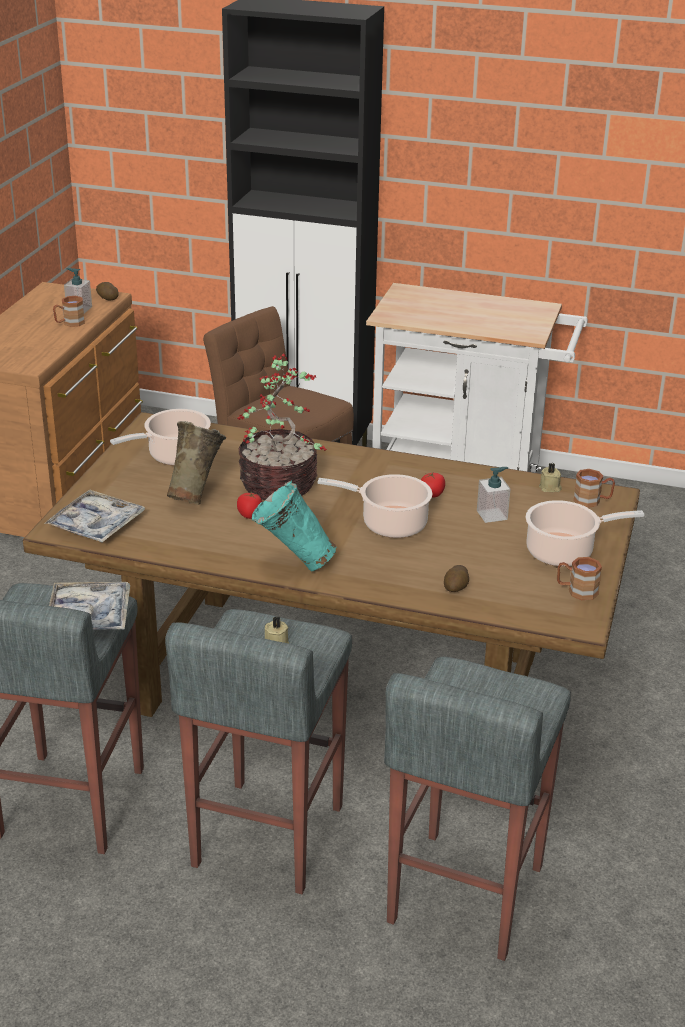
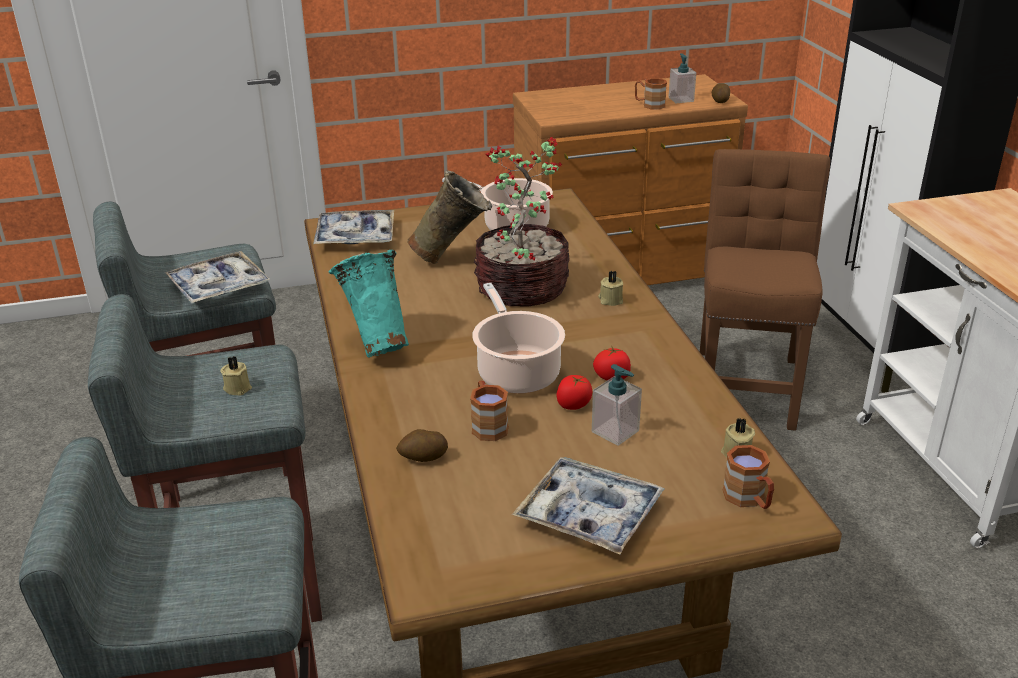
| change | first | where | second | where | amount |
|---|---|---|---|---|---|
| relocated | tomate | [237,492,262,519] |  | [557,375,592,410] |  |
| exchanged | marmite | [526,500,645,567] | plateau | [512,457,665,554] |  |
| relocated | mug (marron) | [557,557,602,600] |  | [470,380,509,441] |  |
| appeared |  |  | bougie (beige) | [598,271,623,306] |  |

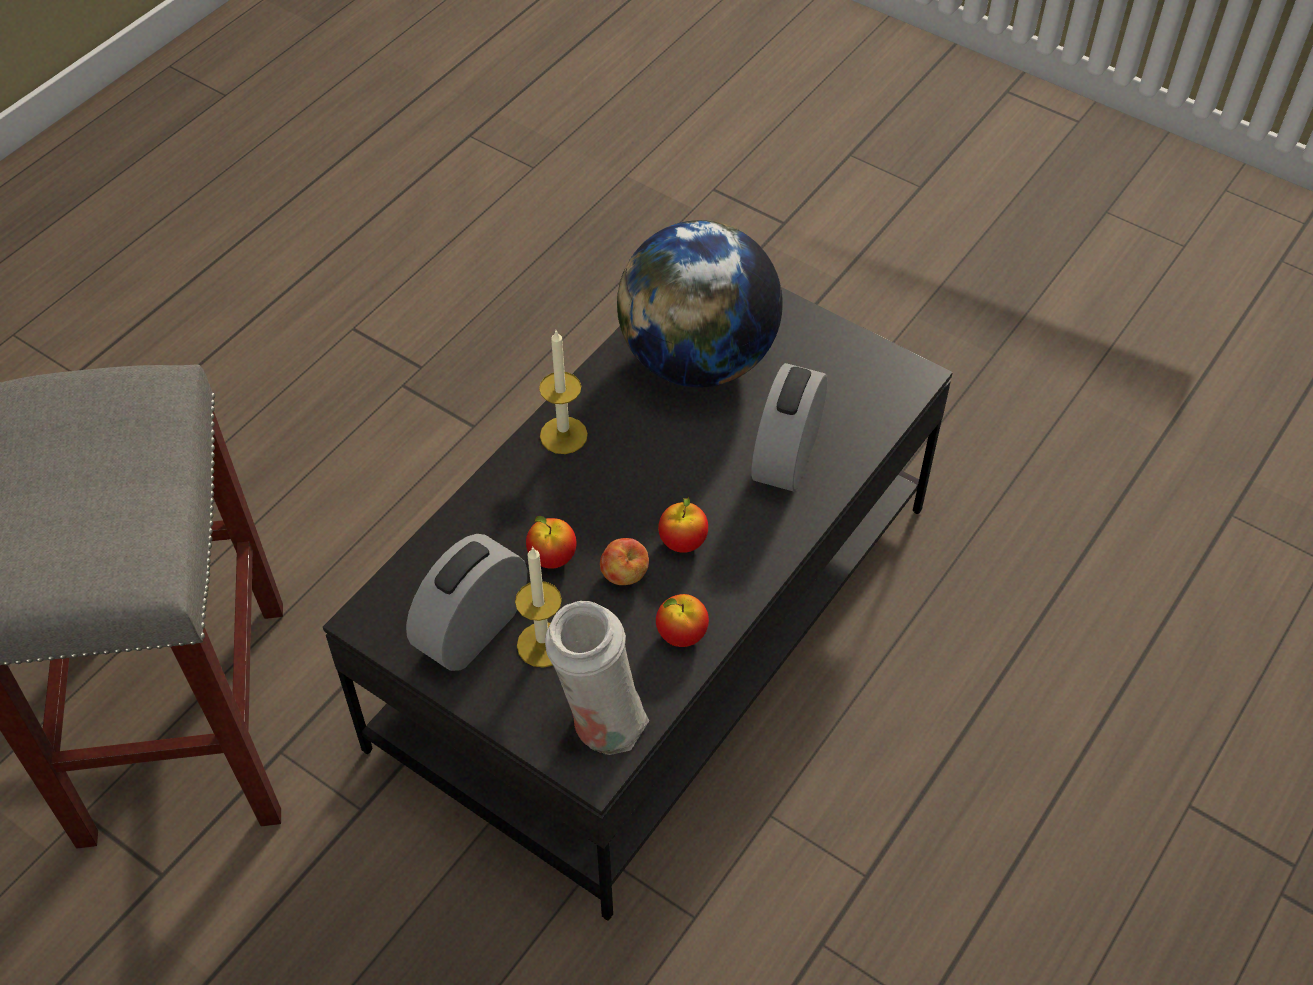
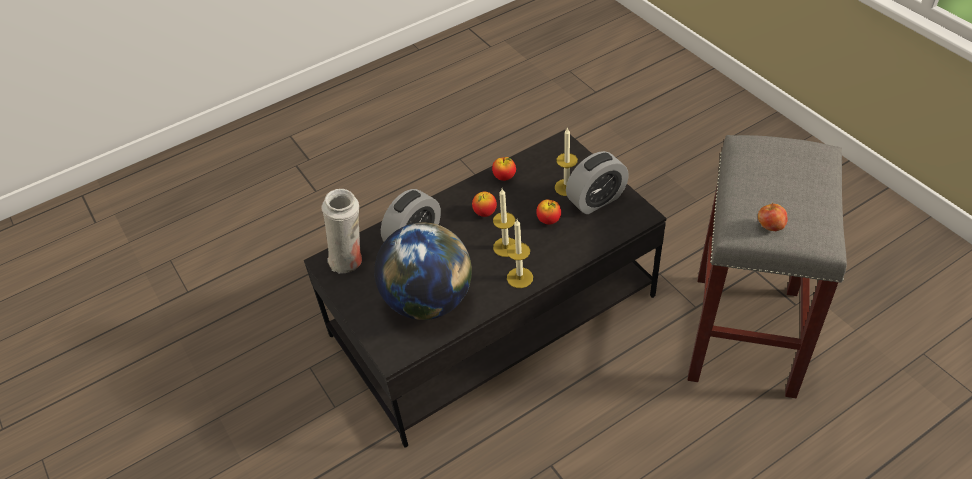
| change | first | where | second | where | amount |
|---|---|---|---|---|---|
| relocated | pomme | [600,538,649,585] |  | [758,203,787,231] |  |
| relocated | vase (blanc) | [545,601,650,755] |  | [322,189,362,273] |  |
| appeared |  |  | bougie | [493,189,515,257] |  |

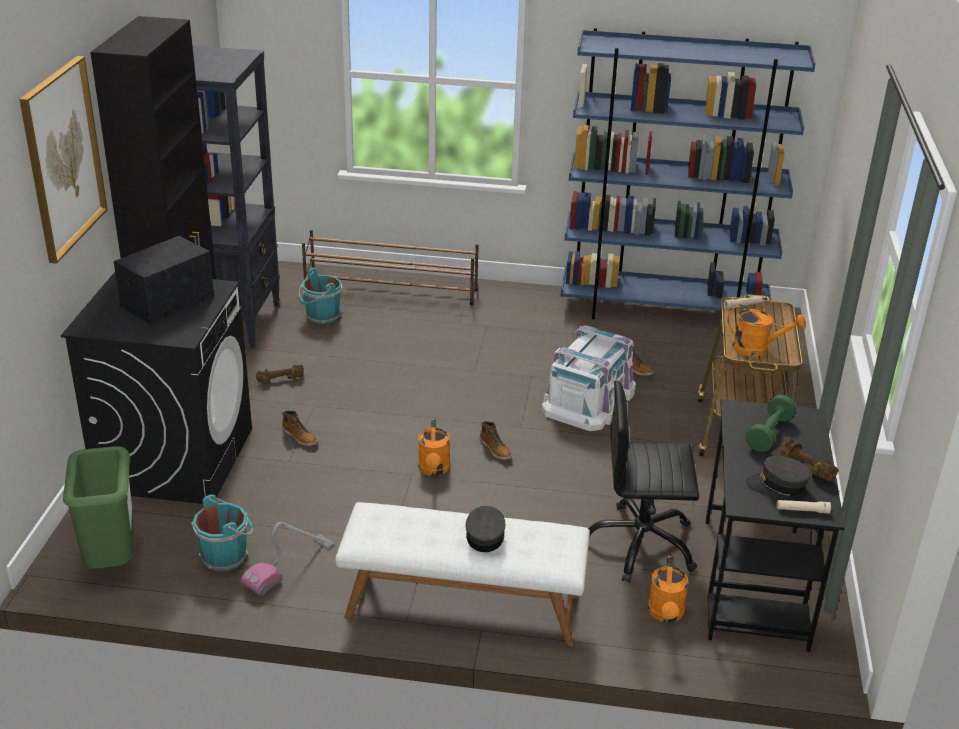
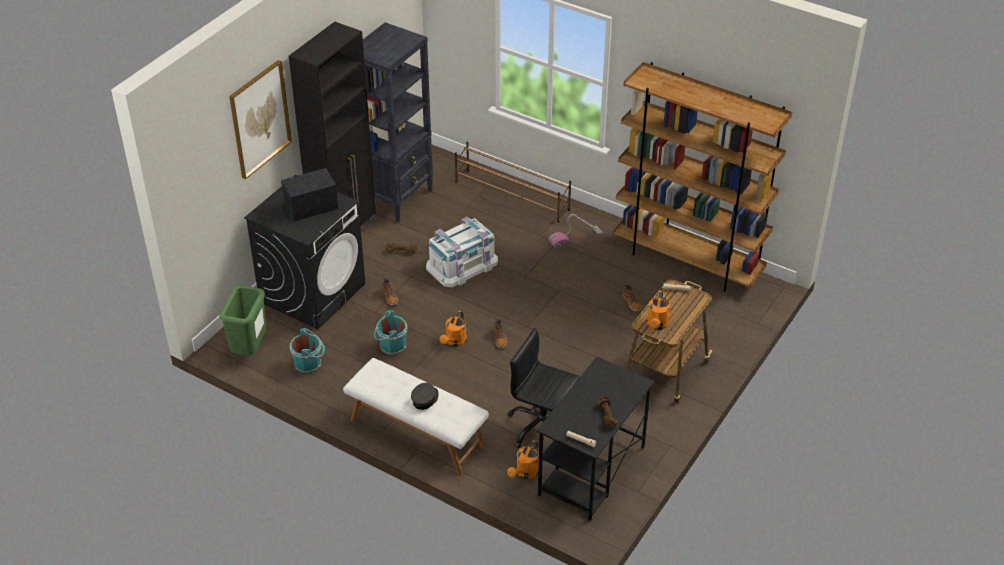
| change | first | where | second | where | amount |
|---|---|---|---|---|---|
| colour | bibliothèque (bleu) | [561,28,816,321] | bibliothèque (marron) | [613,62,792,292] |  |
| relocated | seau (turquoise) | [299,268,344,324] |  | [374,310,407,355] |  |
| spun | arrosoir (orange) | [727,305,806,357] |  | [647,291,670,330] | 60 degrees clockwise |
| relocated | boîte de rangement (blanc) | [541,325,636,431] |  | [426,217,498,287] |  |
| missing | haltère (vert) | [746,395,796,452] |  |  |  |
| missing | casquette (gris) | [745,456,811,497] |  |  |  |
| relocated | aspirateur | [241,522,334,596] |  | [548,214,602,248] |  |

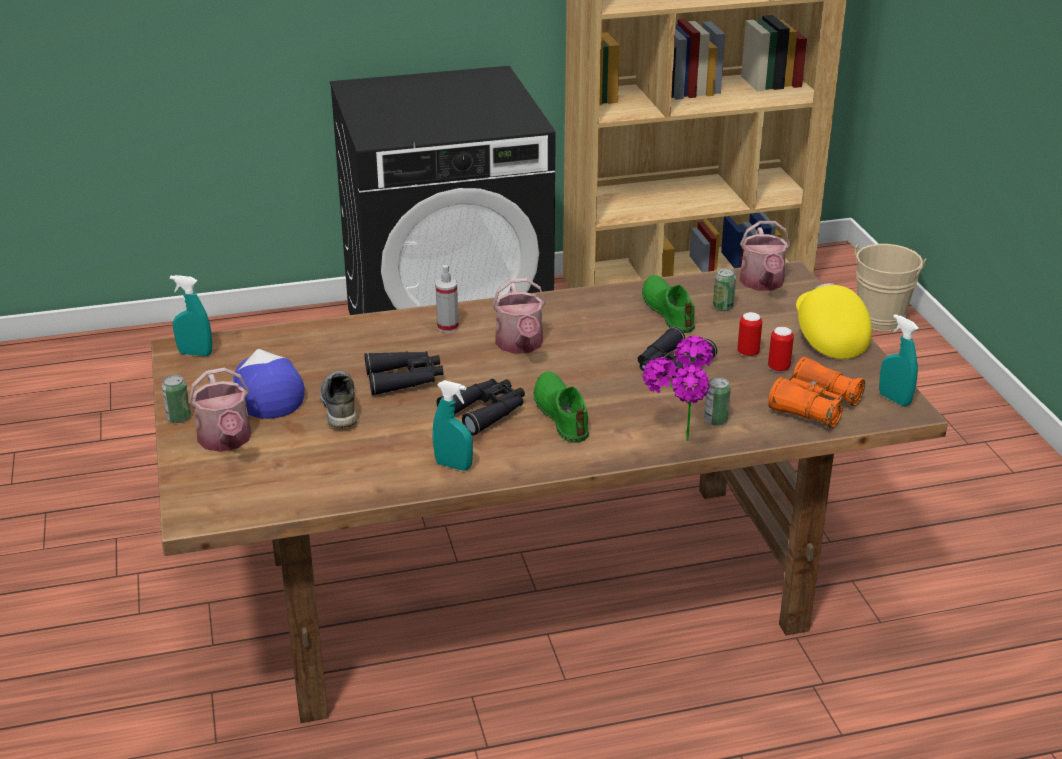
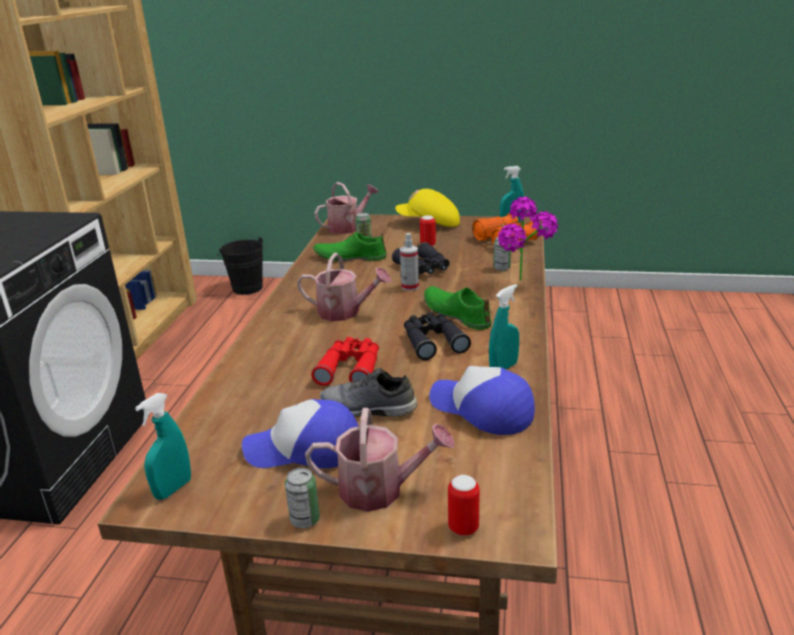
| change | first | where | second | where | amount |
|---|---|---|---|---|---|
| spun | arrosoir | [739,221,790,291] |  | [314,182,379,234] | 60 degrees counterclockwise |
| colour | seau (beige) | [855,244,926,331] | seau (noir) | [217,237,263,295] |  |
| relocated | vaporisateur | [435,265,459,333] |  | [400,233,419,291] |  |
| relocated | boîte métallique | [768,327,794,372] |  | [448,475,480,536] |  |
| colour | jumelles (noir) | [364,351,444,396] | jumelles (rouge) | [312,337,379,386] |  |
| spun | chaussure (vert) | [533,371,589,443] |  | [424,286,491,330] | 45 degrees clockwise |
| appeared |  |  | casquette | [429,366,535,435] |  |

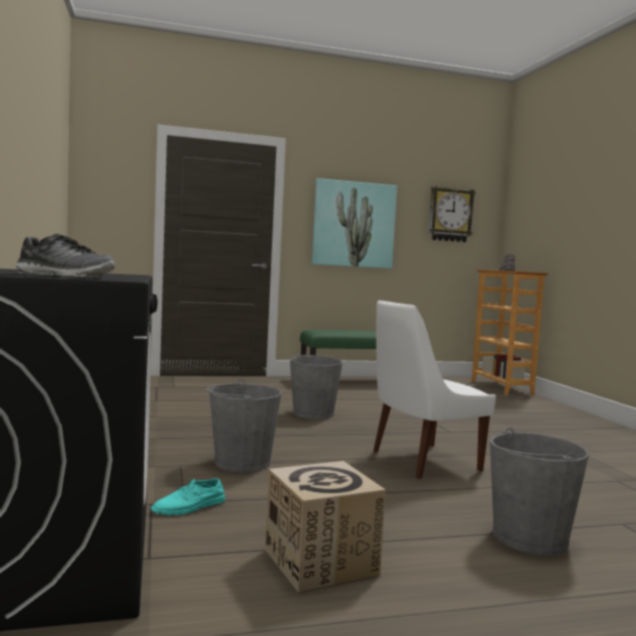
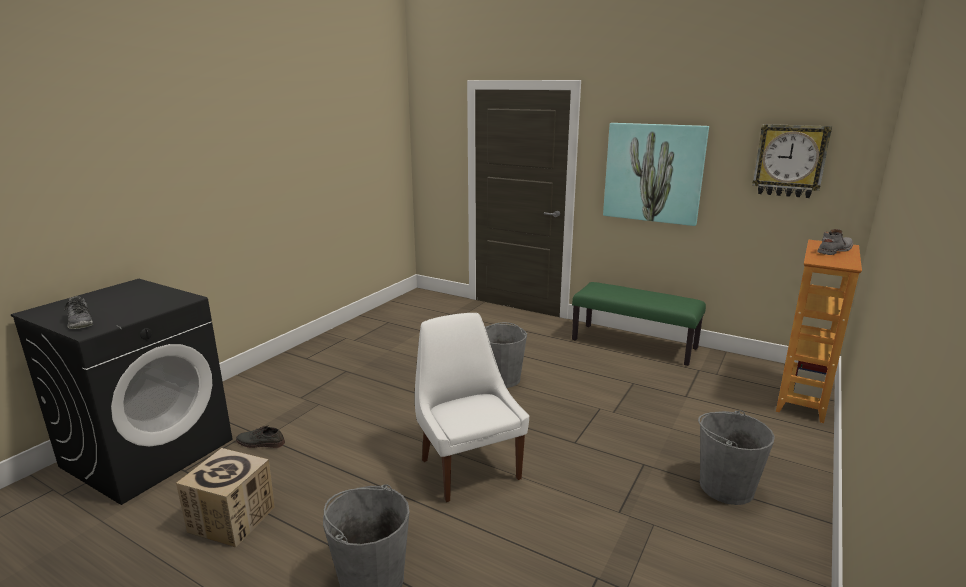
| change | first | where | second | where | amount |
|---|---|---|---|---|---|
| spun | chaise (blanc) | [373,300,496,479] |  | [415,313,529,502] | 45 degrees clockwise |
| relocated | seau (gris) | [207,380,282,473] |  | [698,410,775,505] |  |
| colour | chaussure (turquoise) | [151,478,225,515] | chaussure (gris) | [236,425,285,448] |  |

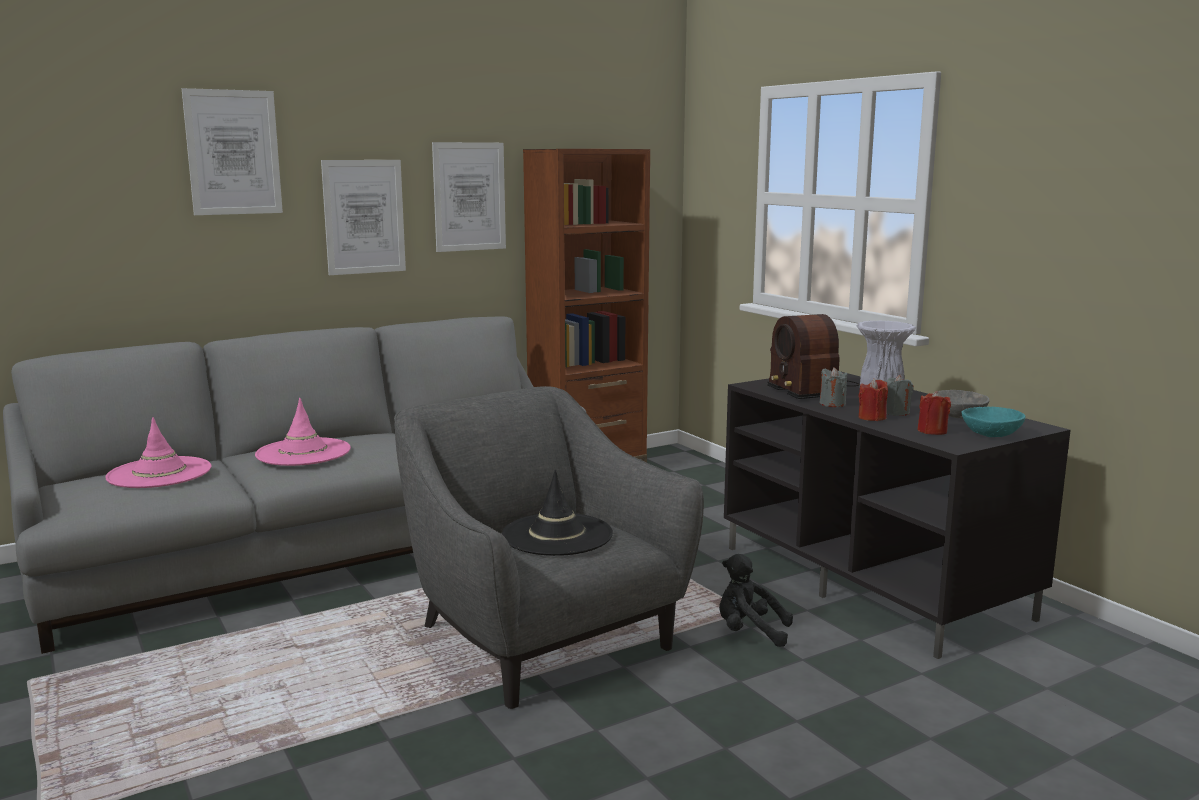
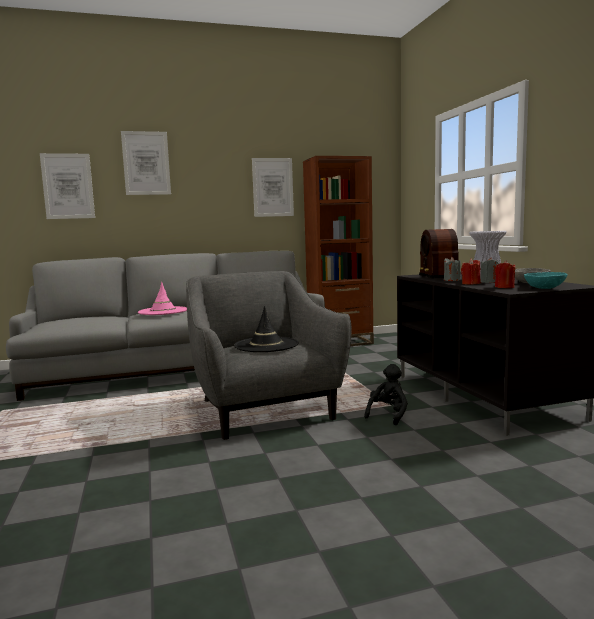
| change | first | where | second | where | amount |
|---|---|---|---|---|---|
| relocated | tableau | [321,160,406,275] |  | [40,153,95,219] |  |
| missing | chapeau (rose) | [106,417,211,488] |  |  |  |
| spun | peluche (noir) | [719,554,793,647] |  | [364,364,408,426] | 90 degrees clockwise |

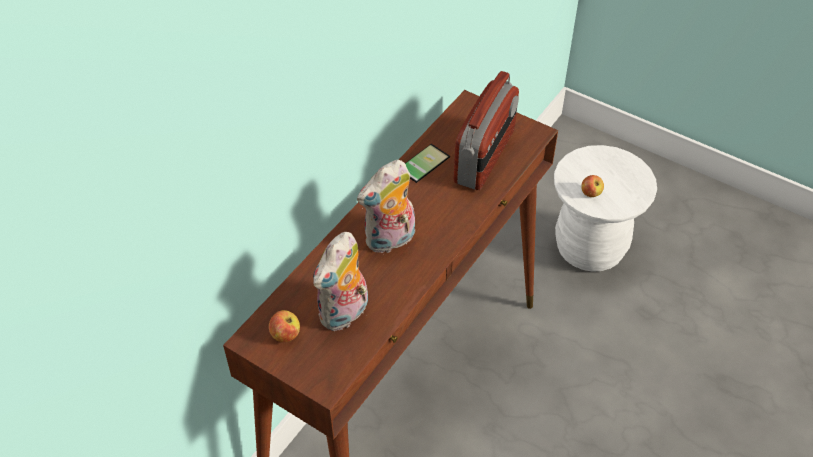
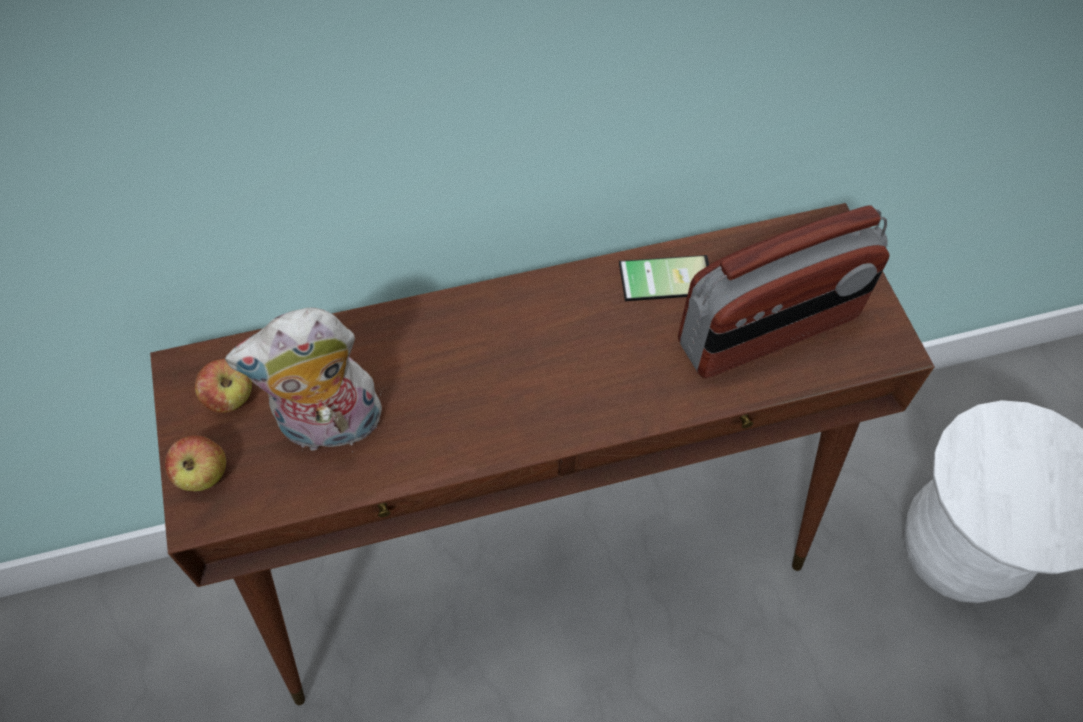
| change | first | where | second | where | amount |
|---|---|---|---|---|---|
| missing | peluche | [357,160,415,253] |  |  |  |
| relocated | pomme | [581,175,604,197] |  | [165,435,226,491] |  |

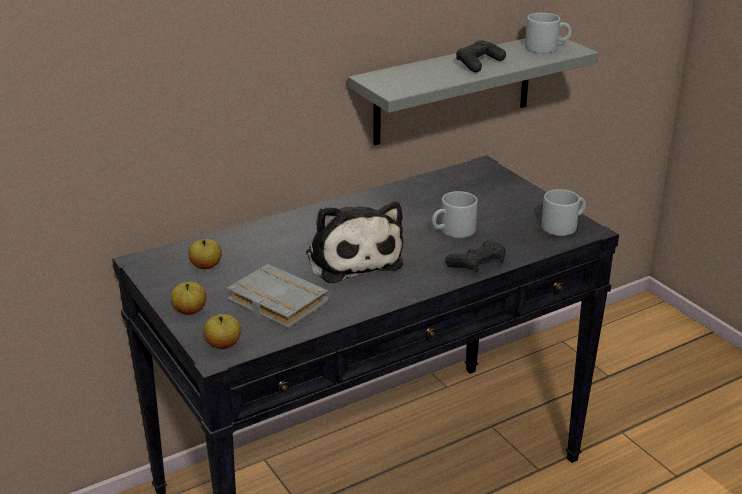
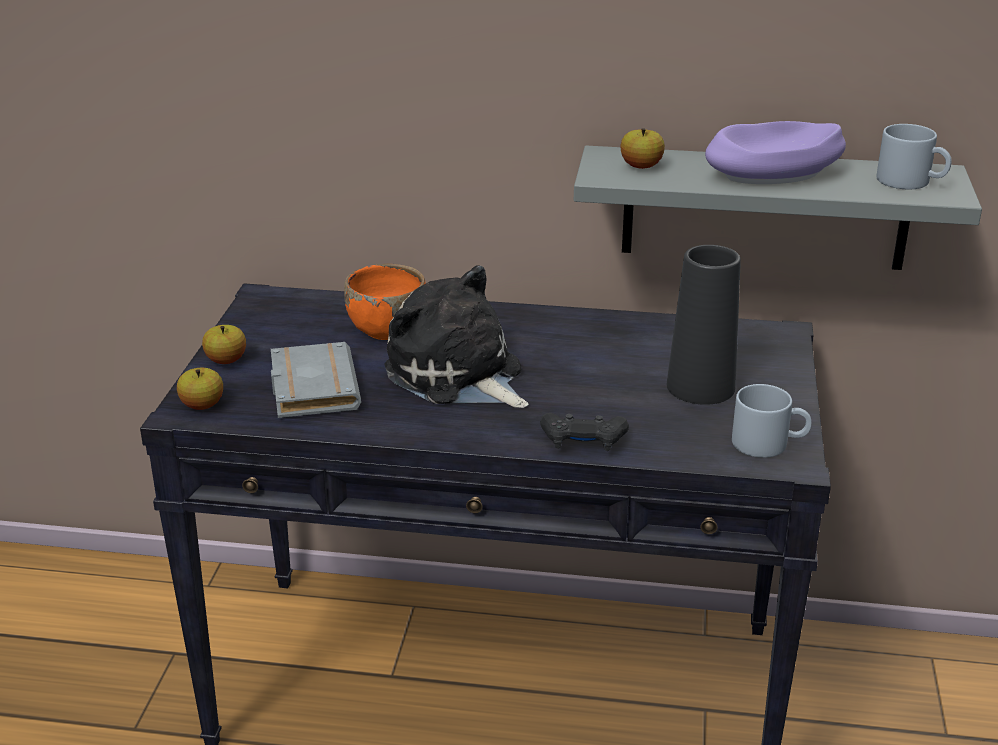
| change | first | where | second | where | amount |
|---|---|---|---|---|---|
| exchanged | manette (noir) | [456,40,506,73] | bol (violet) | [705,121,846,184] |  |
| missing | mug (gris) | [432,191,478,238] |  |  |  |
| spun | peluche | [306,201,404,283] |  | [385,265,528,408] | 120 degrees clockwise |
| relocated | pomme | [188,239,222,269] |  | [621,128,665,169] |  |
| appeared |  |  | vase (noir) | [667,245,741,405] |  |
| appeared |  |  | bol (orange) | [344,263,426,340] |  |

